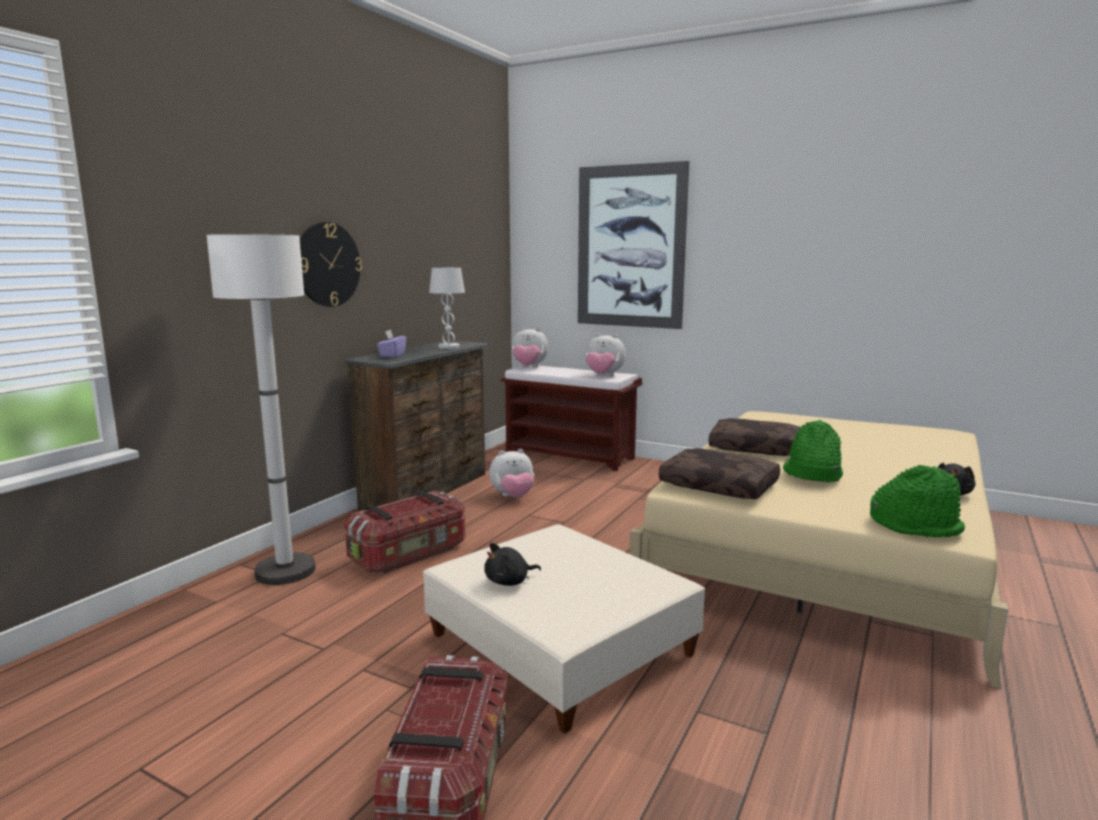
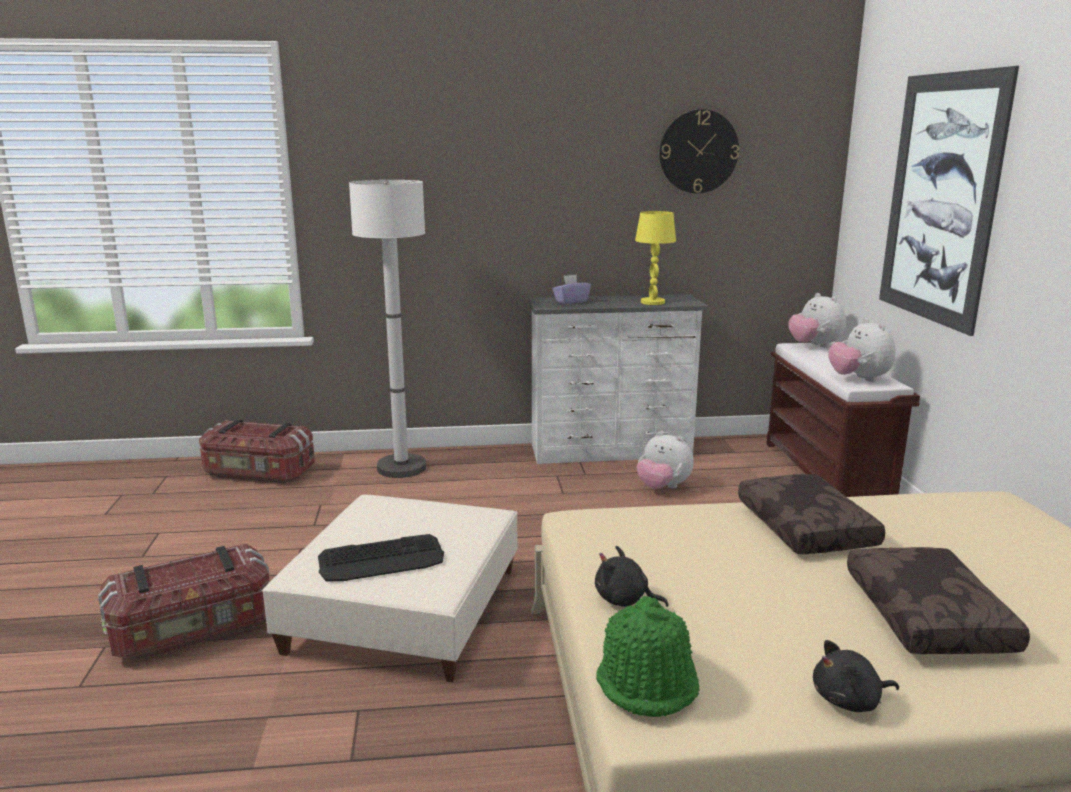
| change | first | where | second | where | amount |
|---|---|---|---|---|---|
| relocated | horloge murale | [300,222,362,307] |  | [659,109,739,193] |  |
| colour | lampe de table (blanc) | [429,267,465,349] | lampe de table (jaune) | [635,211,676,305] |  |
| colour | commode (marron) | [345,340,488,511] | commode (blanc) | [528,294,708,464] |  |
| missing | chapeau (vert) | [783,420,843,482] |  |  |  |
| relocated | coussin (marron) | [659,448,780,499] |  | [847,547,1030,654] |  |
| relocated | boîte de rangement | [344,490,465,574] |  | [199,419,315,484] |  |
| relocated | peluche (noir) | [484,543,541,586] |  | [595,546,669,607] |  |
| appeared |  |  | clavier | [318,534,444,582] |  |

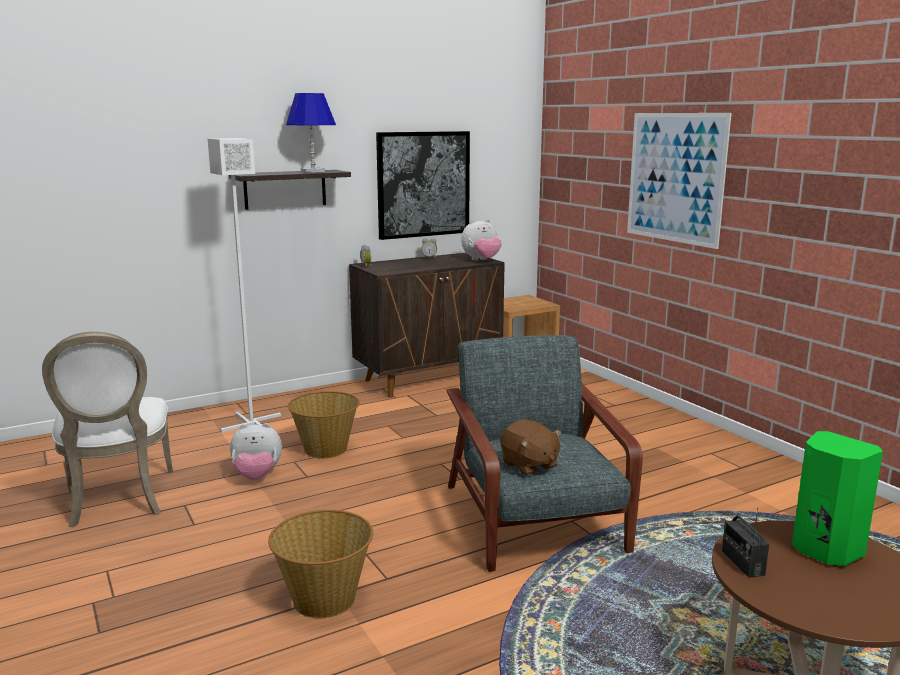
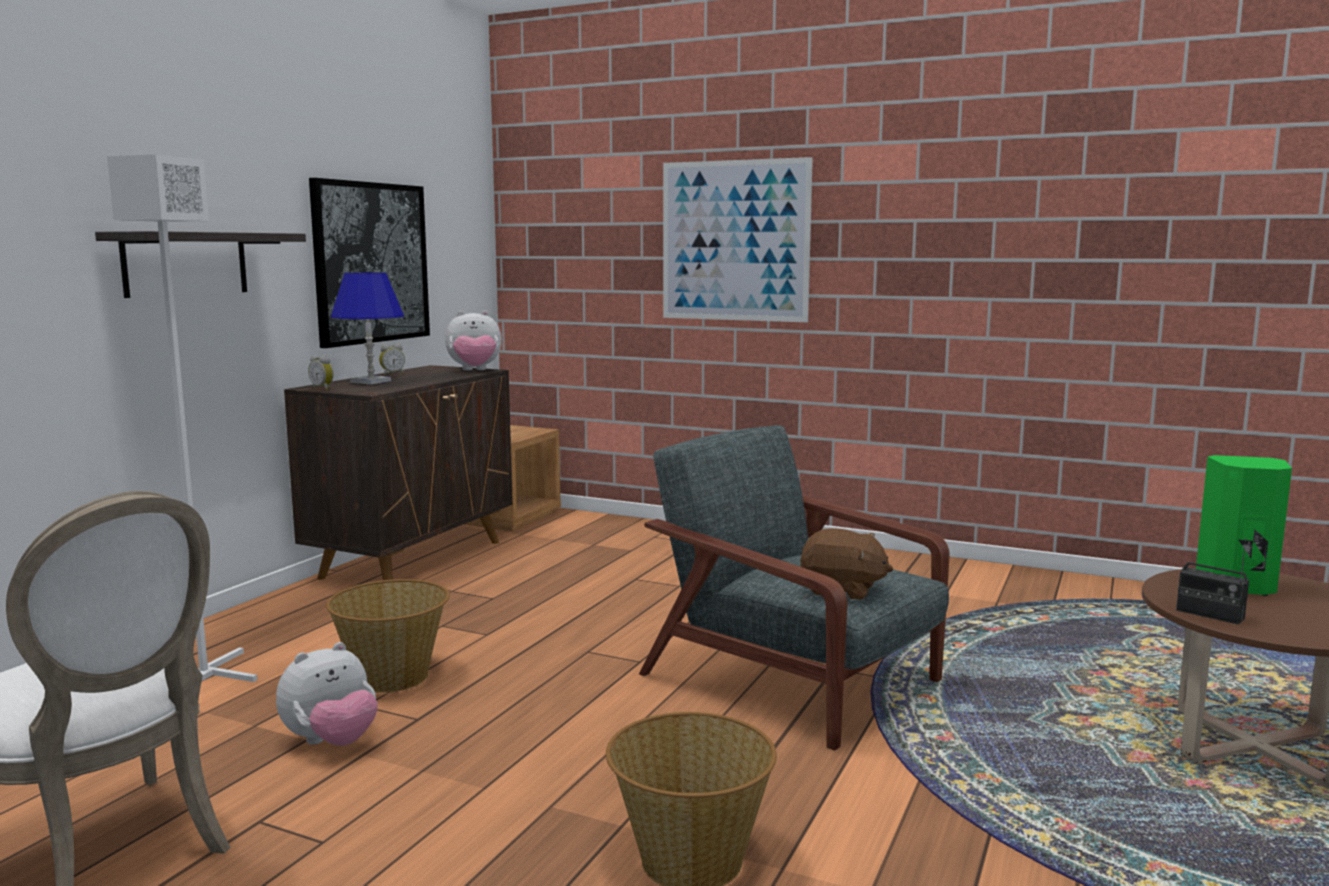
| change | first | where | second | where | amount |
|---|---|---|---|---|---|
| relocated | lampe de table (bleu) | [286,93,336,173] |  | [331,272,404,385] |  |
| spun | peluche | [461,219,502,261] |  | [445,310,502,371] | 45 degrees clockwise |

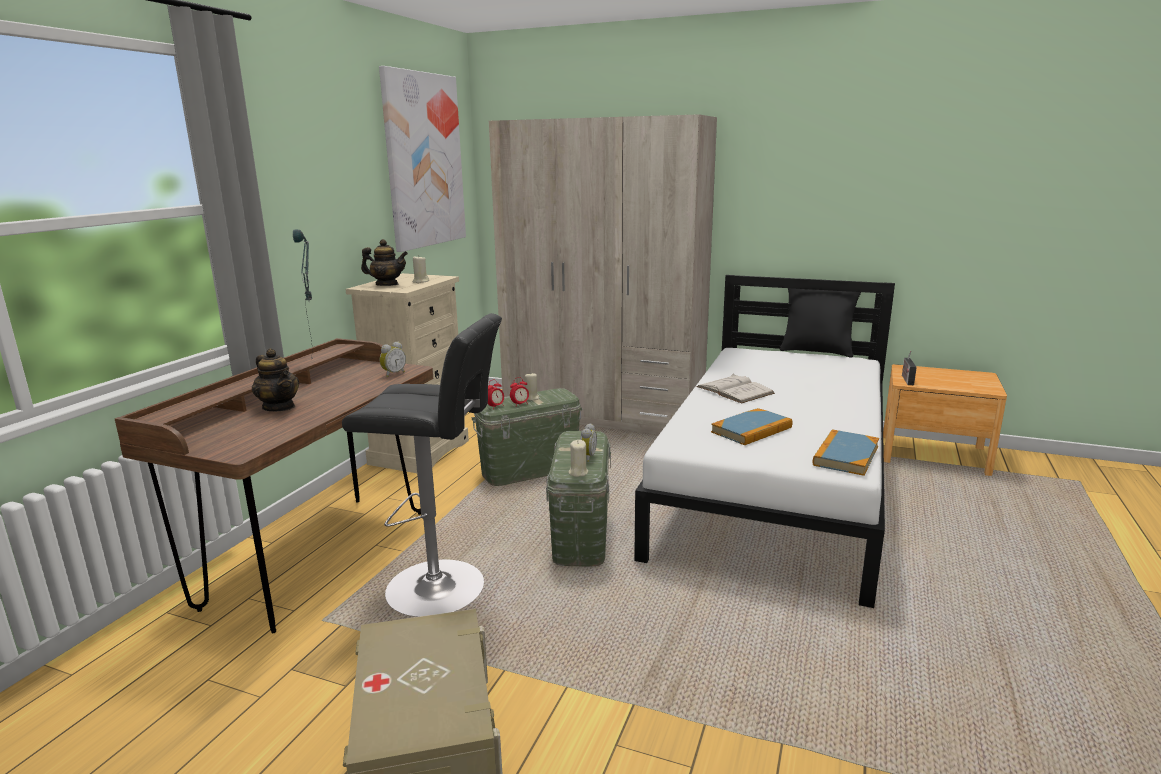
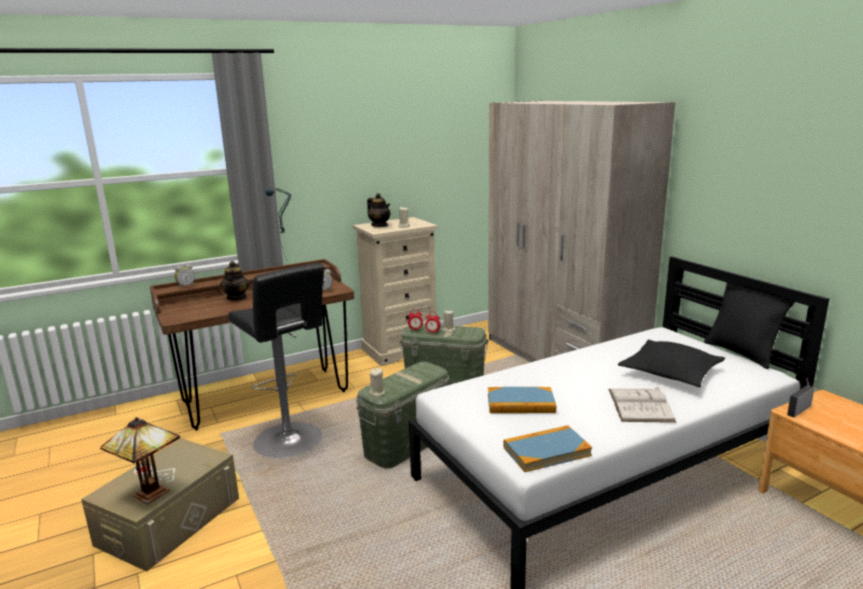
| change | first | where | second | where | amount |
|---|---|---|---|---|---|
| missing | tableau | [379,66,466,252] |  |  |  |
| relocated | livre (blanc) | [696,374,775,403] |  | [608,387,676,423] |  |
| relocated | réveil | [580,423,597,462] |  | [175,264,195,289] |  |
| appeared |  |  | coussin (noir) | [618,340,725,387] |  |
| appeared |  |  | lampe de table | [100,417,180,504] |  |

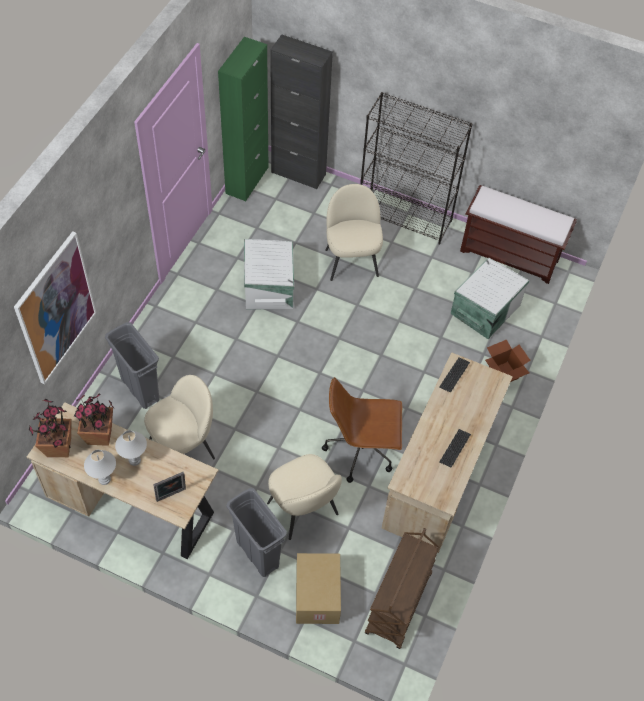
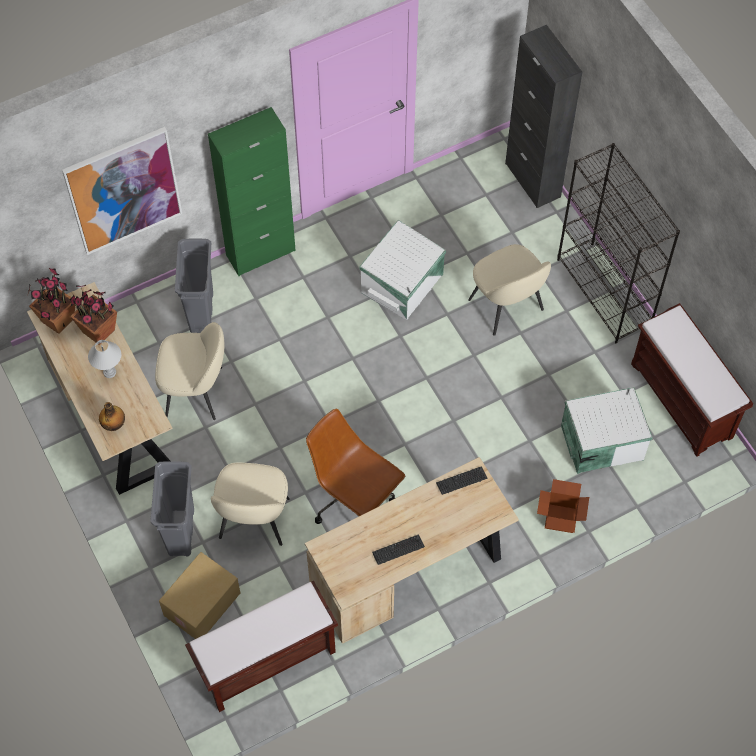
| change | first | where | second | where | amount |
|---|---|---|---|---|---|
| relocated | meuble de rangement (vert) | [218,37,269,201] |  | [208,107,296,276] |  |
| spun | chaise (beige) | [325,184,383,281] |  | [468,244,551,336] | 120 degrees clockwise |
| missing | lampe de table (blanc) | [84,450,116,485] |  |  |  |
| exchanged | cadre photo | [153,472,186,502] | bouteille | [99,402,125,431] |  |
| exchanged | chariot (marron) | [365,528,440,649] | banc (marron) | [185,581,338,712] |  |

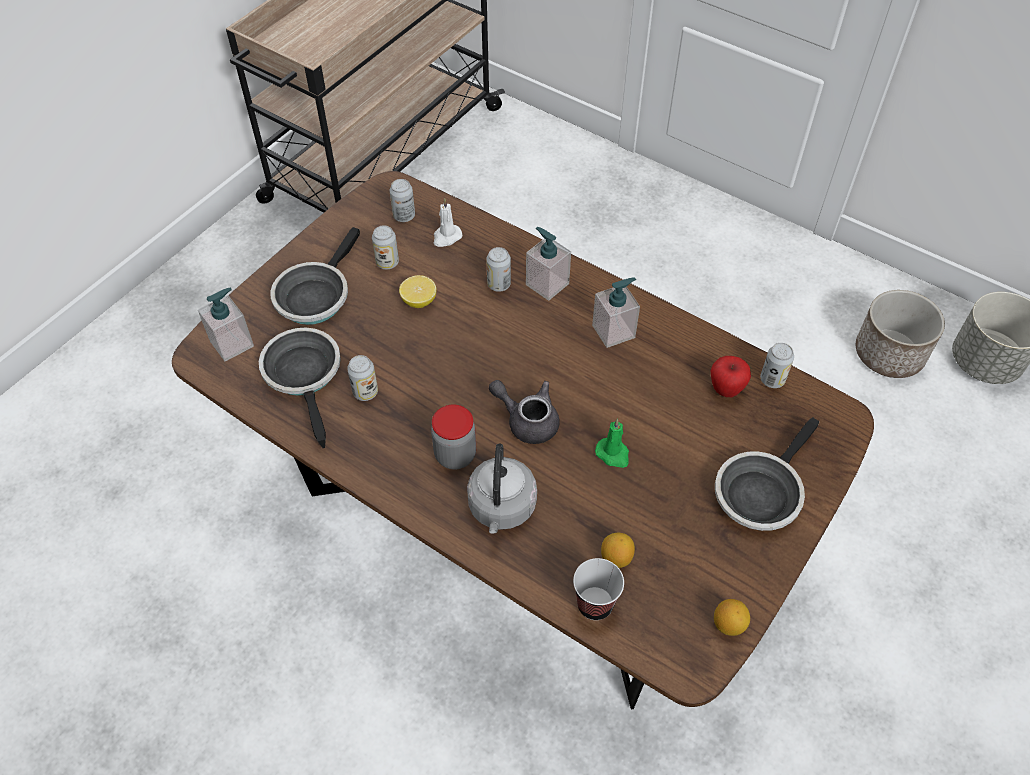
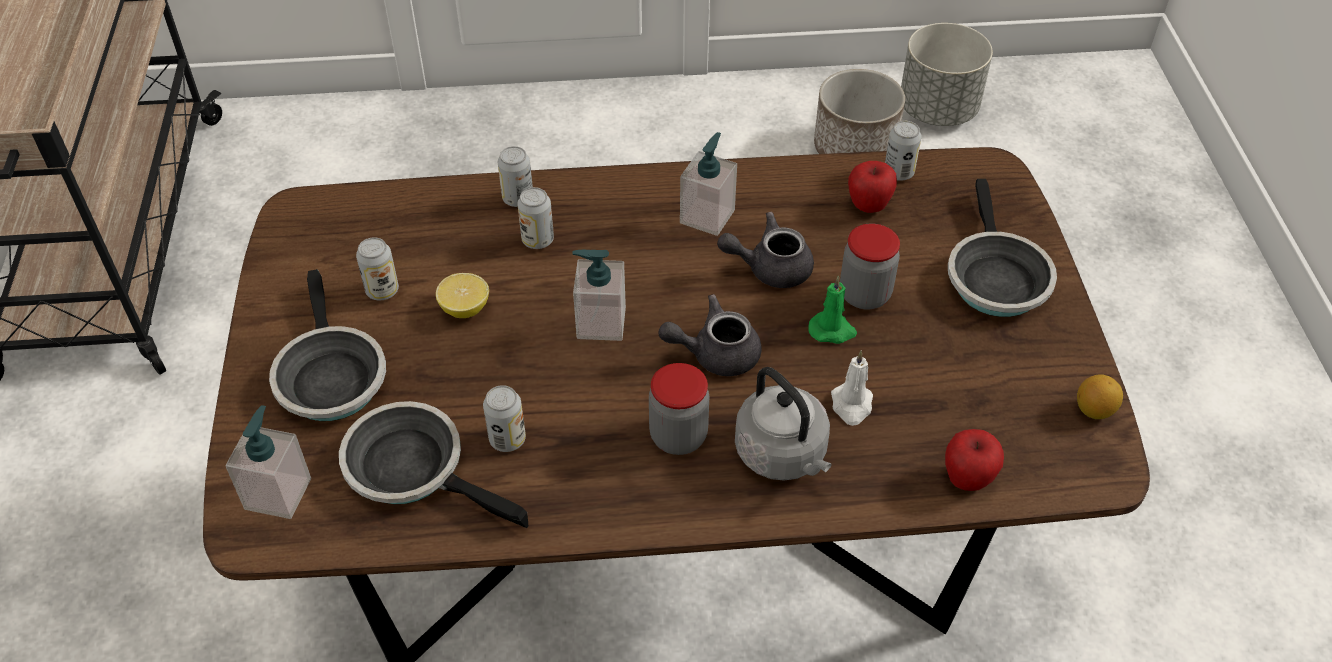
| change | first | where | second | where | amount |
|---|---|---|---|---|---|
| relocated | boîte métallique | [390,179,415,222] |  | [498,146,533,207] |  |
| relocated | bougie (blanc) | [433,198,462,247] |  | [831,350,873,426] |  |
| relocated | distributeur de savon | [526,227,571,301] |  | [572,250,626,341] |  |
| missing | citron | [601,533,635,568] |  |  |  |
| exchanged | tasse | [573,558,624,620] | pomme | [945,429,1004,491] |  |
| appeared |  |  | théière (gris) | [717,212,814,288] |  |
| appeared |  |  | bocal | [840,224,900,309] |  |

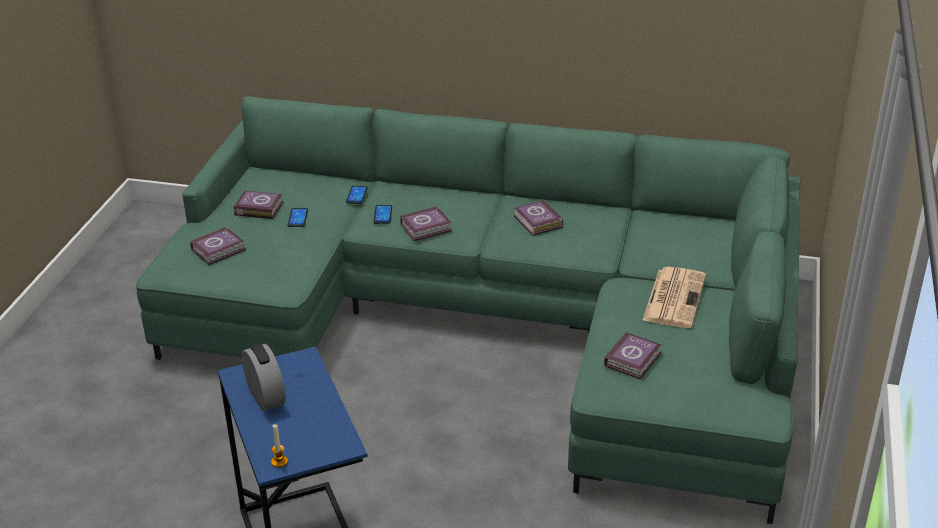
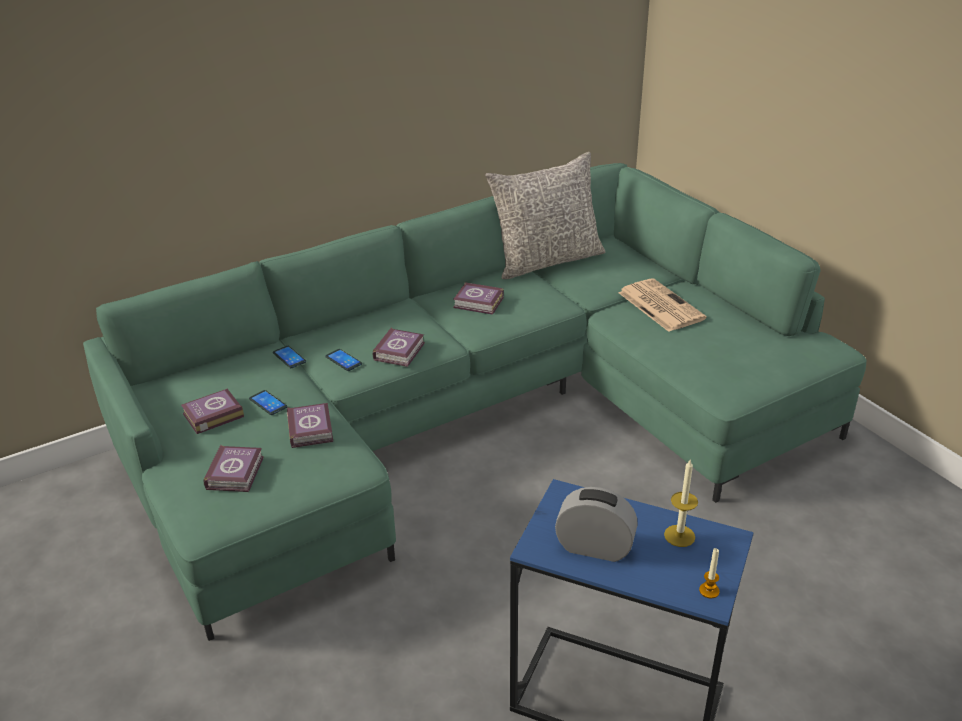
| change | first | where | second | where | amount |
|---|---|---|---|---|---|
| relocated | livre | [604,332,661,379] |  | [287,403,333,448] |  |
| appeared |  |  | coussin (gris) | [485,152,605,279] |  |
| appeared |  |  | bougie | [664,460,698,547] |  |

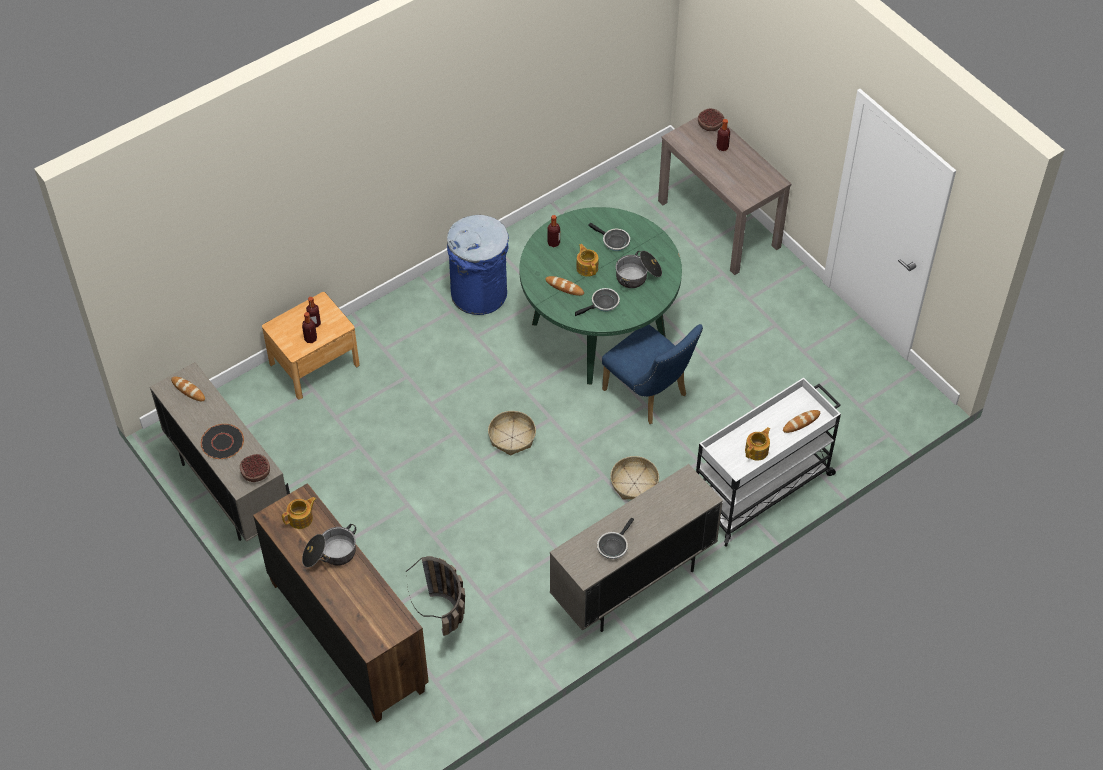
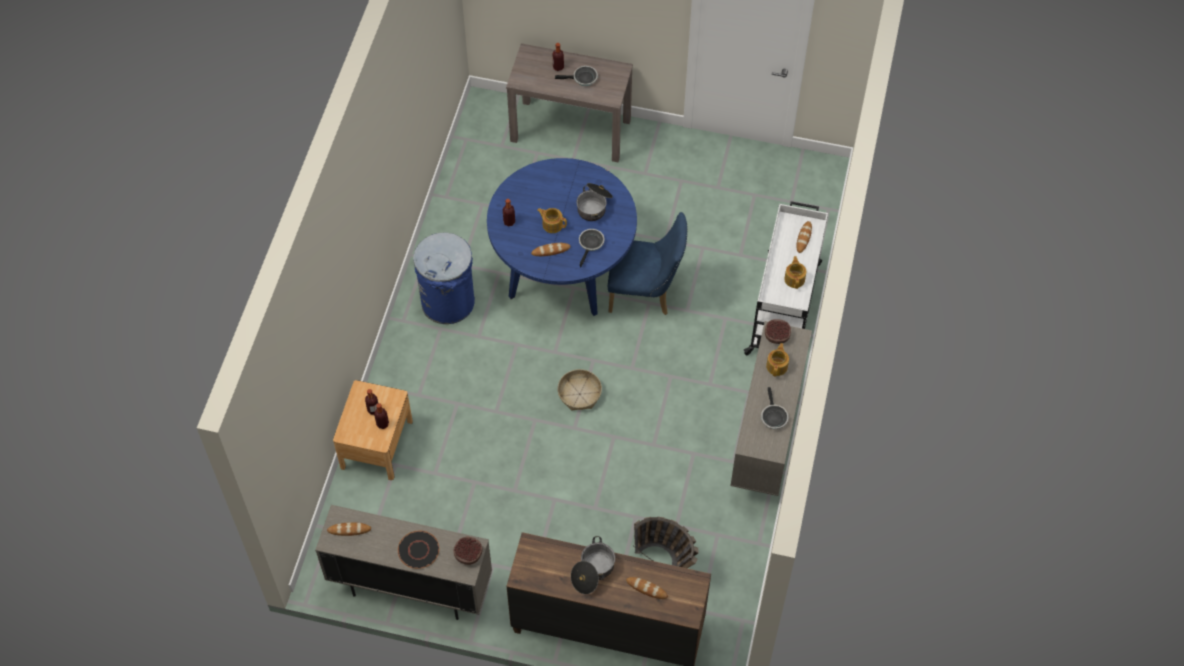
| change | first | where | second | where | amount |
|---|---|---|---|---|---|
| relocated | bol | [698,108,724,131] |  | [765,319,791,344] |  |
| colour | table à manger (vert) | [520,207,682,385] | table à manger (bleu) | [487,158,637,316] |  |
| relocated | poêle | [588,223,630,251] |  | [555,66,598,86] |  |
| missing | panier | [610,456,659,500] |  |  |  |
| relocated | théière | [282,497,316,529] |  | [766,343,789,377] |  |
| appeared |  |  | pain | [626,577,668,599] |  |

